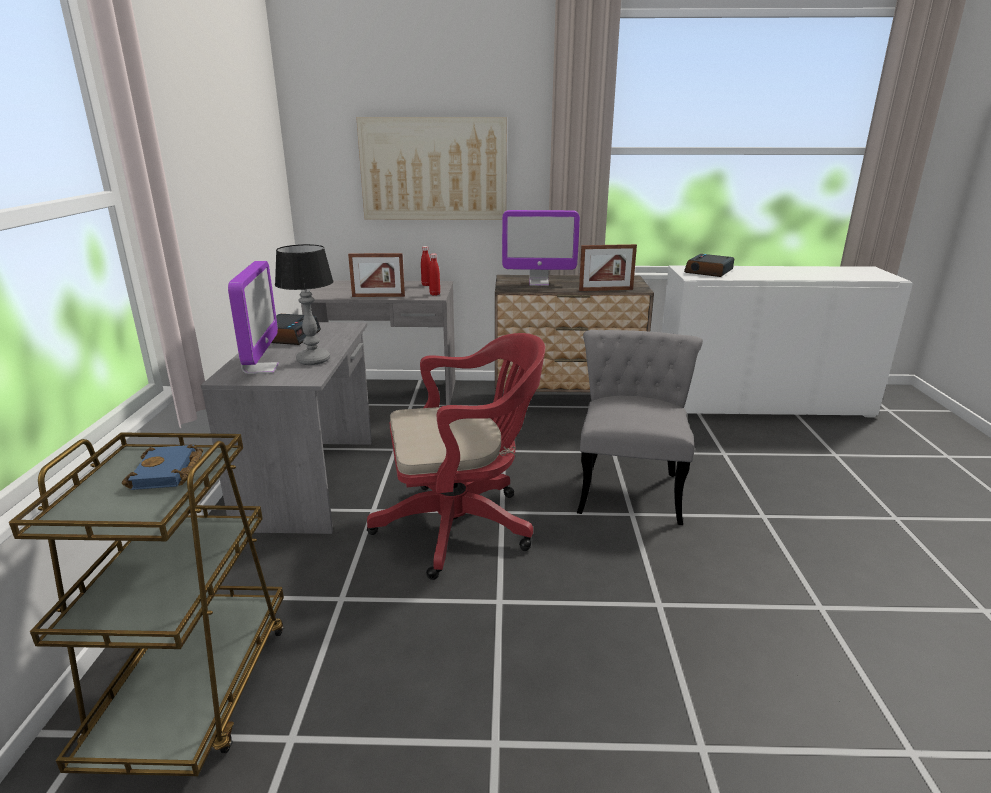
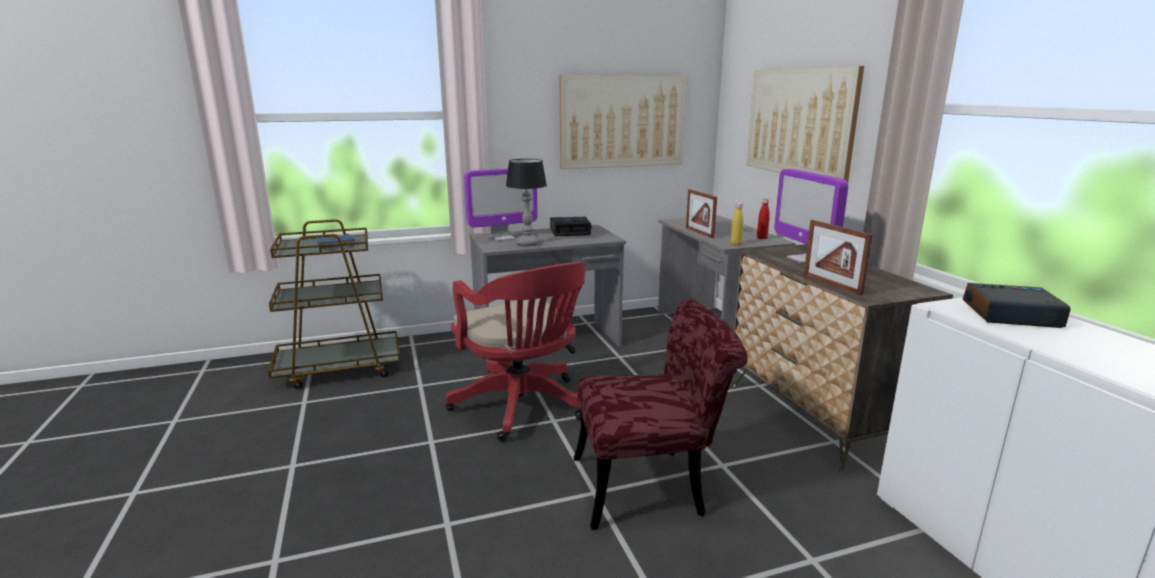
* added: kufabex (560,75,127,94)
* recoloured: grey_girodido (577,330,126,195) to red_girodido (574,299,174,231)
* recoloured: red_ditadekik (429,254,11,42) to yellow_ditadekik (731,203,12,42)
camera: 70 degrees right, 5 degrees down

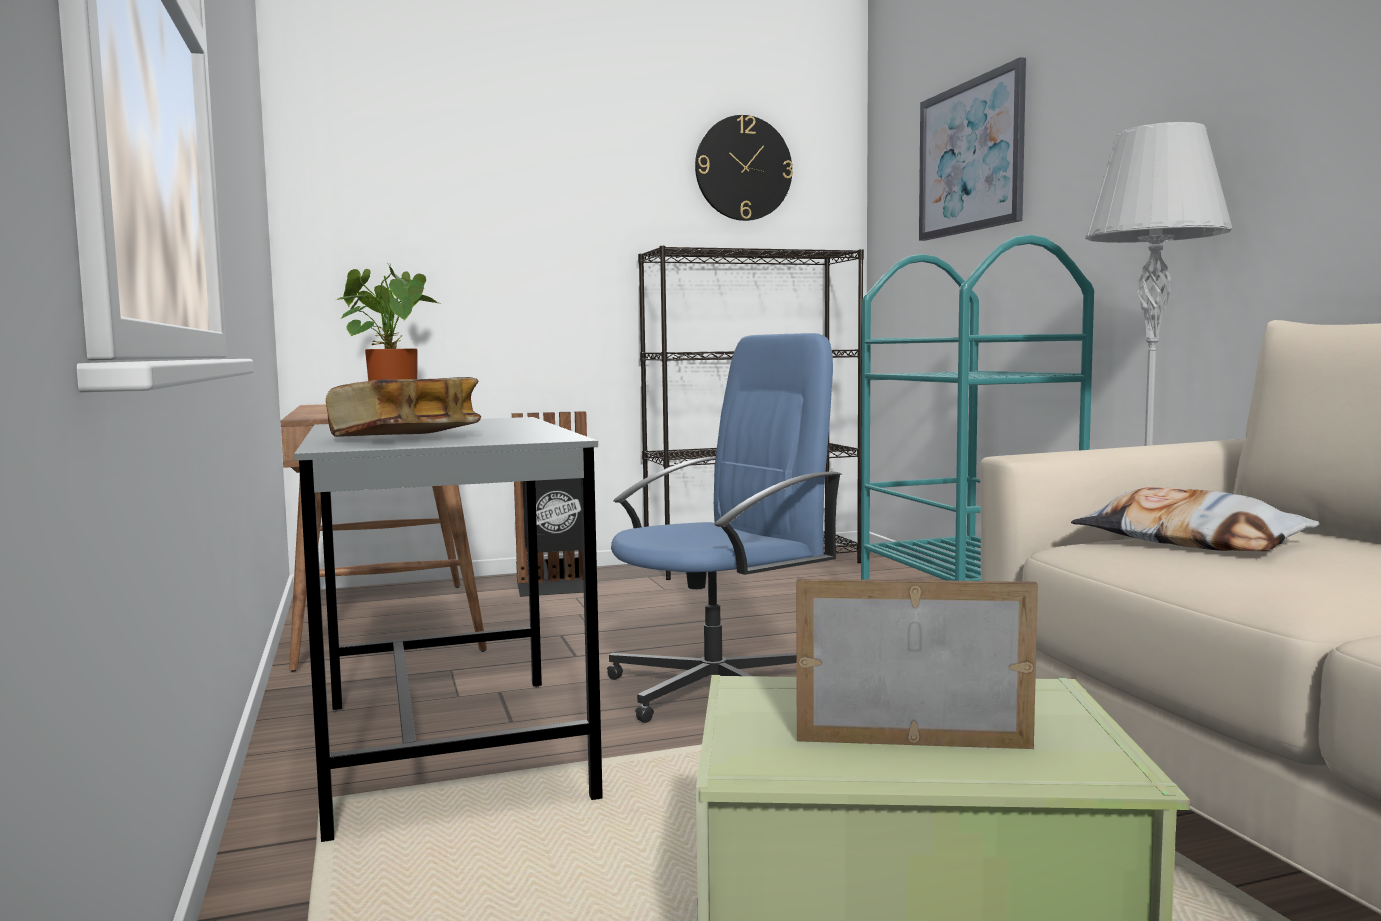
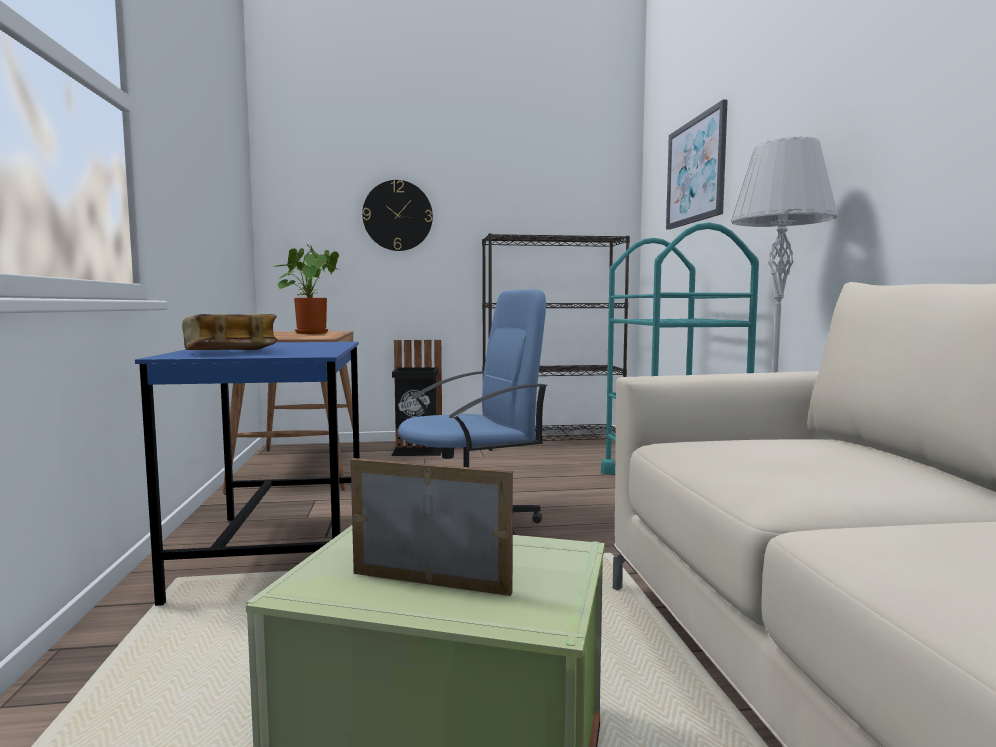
* recoloured: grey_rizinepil (294,417,309,425) to blue_rizinepil (135,342,225,264)
* moved: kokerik (695,115,98,106) to (362,180,71,71)
* removed: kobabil (1071,487,248,64)
camera: 10 degrees right, 0 degrees up

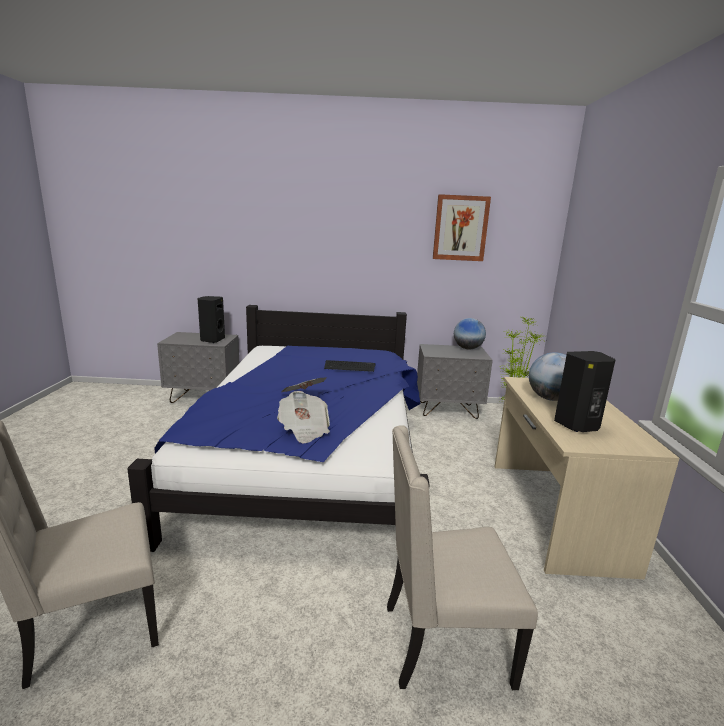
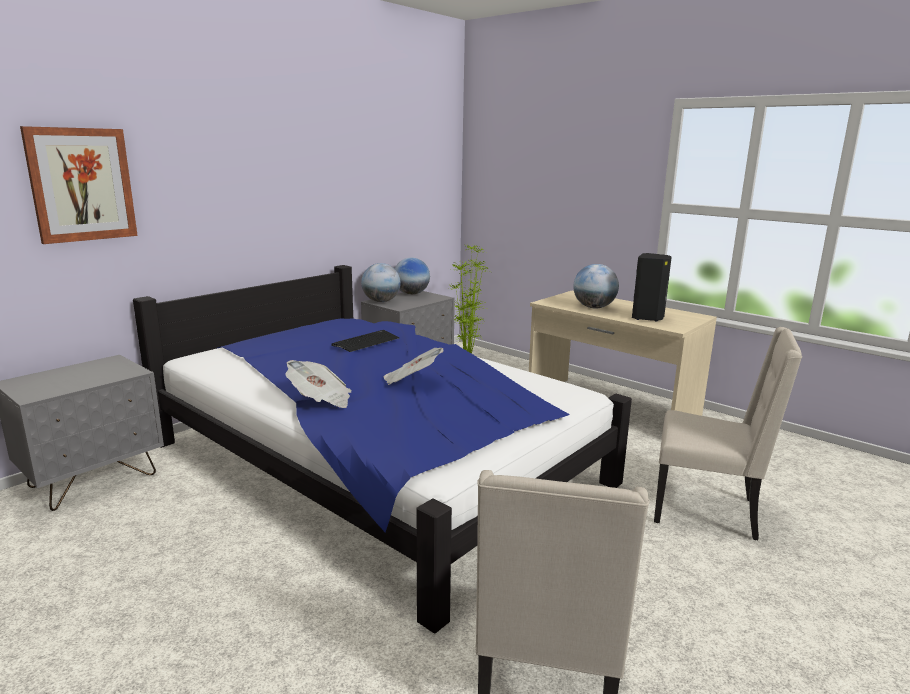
* moved: kufabex (433,194,58,67) to (20,126,118,118)
* moved: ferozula (277,391,53,53) to (286,360,65,48)
* added: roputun (361,263,40,39)
* turned: beige_girodido (387,425,151,265) = (654,327,148,213) 105 degrees counterclockwise
* removed: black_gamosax (198,296,27,47)
camera: 50 degrees left, 0 degrees up

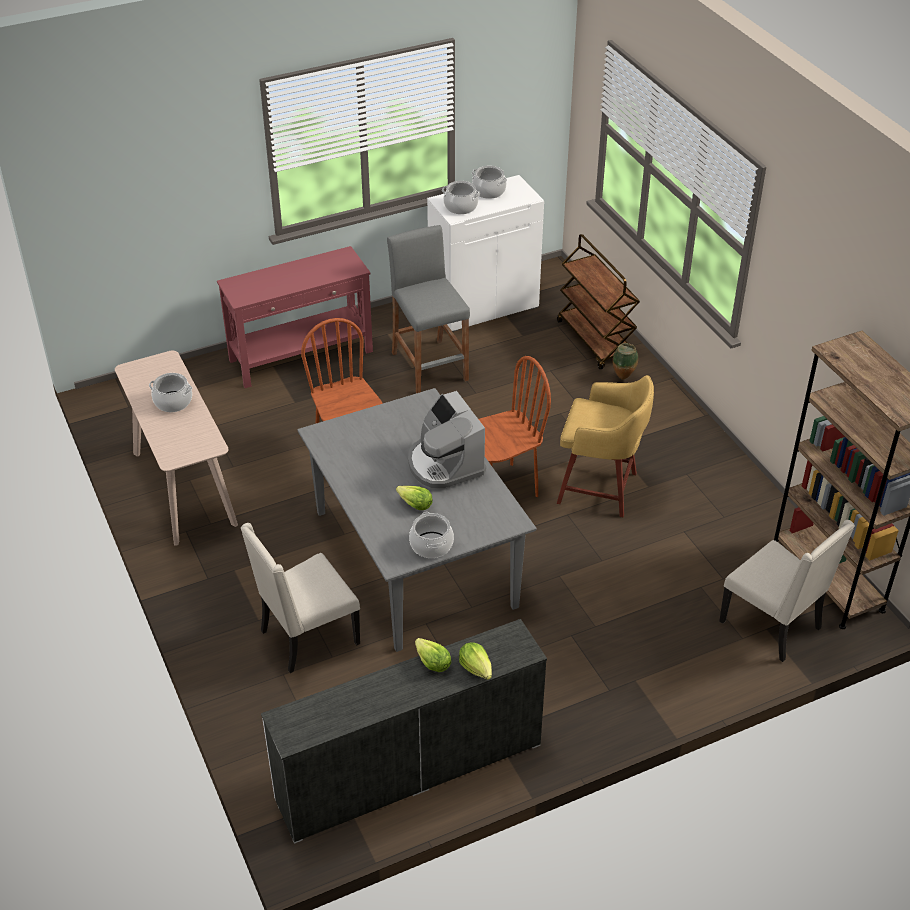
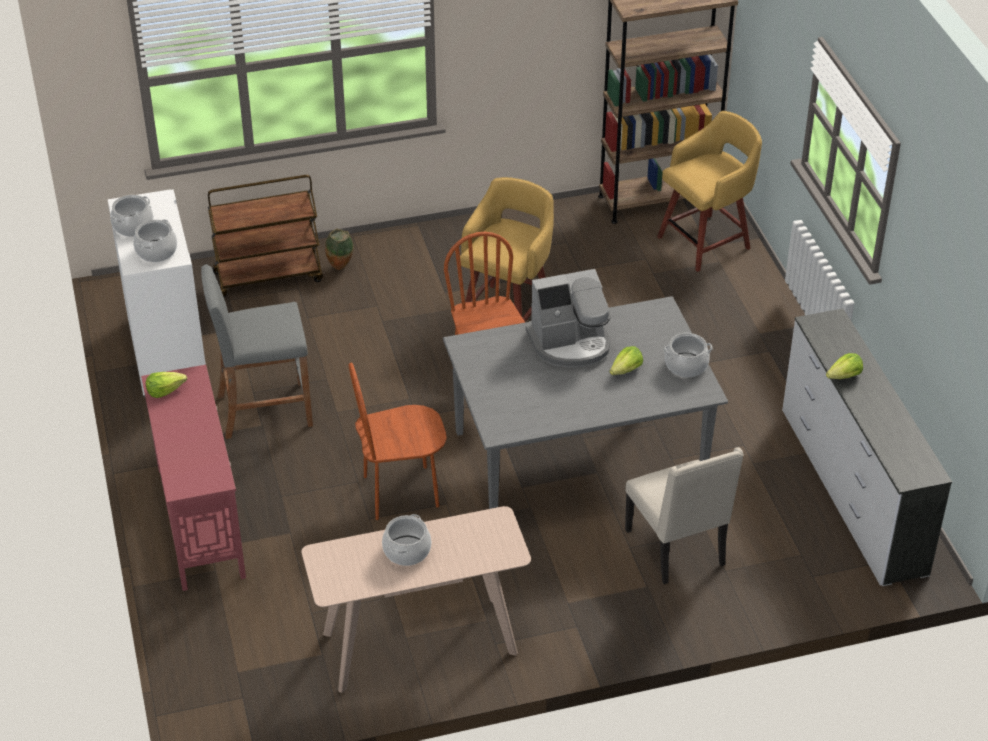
* moved: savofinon (459,642,33,38) to (146,372,41,26)
* replaced: beige_girodido (719,520,136,142) to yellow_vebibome (657,111,105,161)
camera: 80 degrees left, 0 degrees up

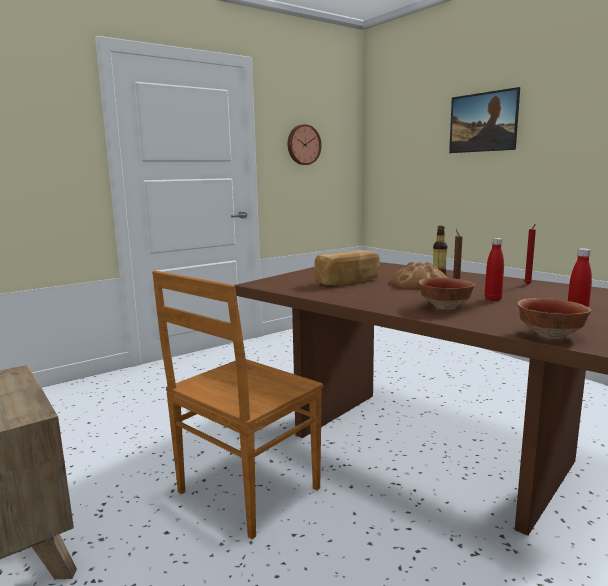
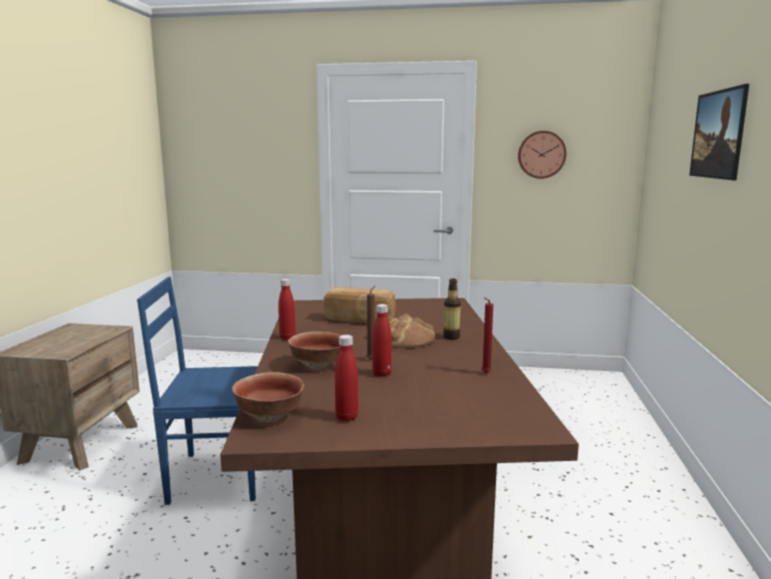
* recoloured: brown_girodido (152,271,171,268) to blue_girodido (137,277,121,228)
* added: red_ditadekik (278,279,18,61)
camera: 45 degrees right, 0 degrees up

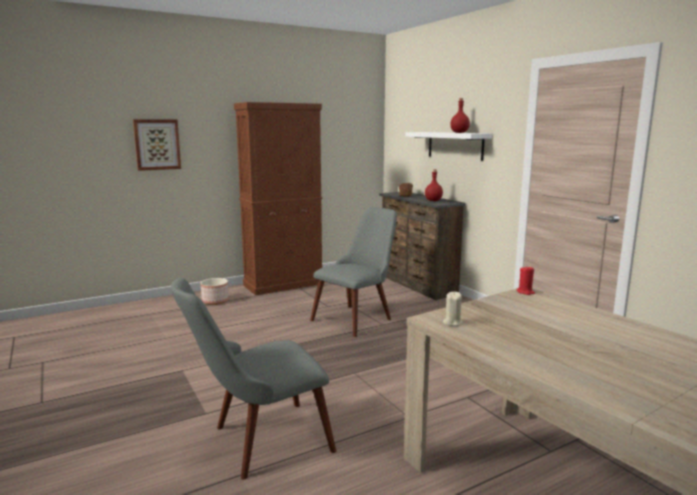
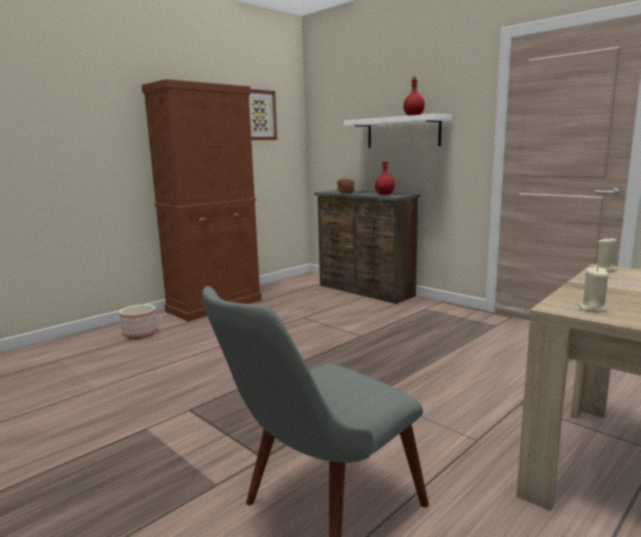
* moved: kufabex (133,119,48,52) to (249,89,28,51)
* recoloured: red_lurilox (517,266,18,29) to beige_lurilox (593,237,25,34)
* removed: grey_girodido (310,207,87,130)
camera: 15 degrees left, 0 degrees up

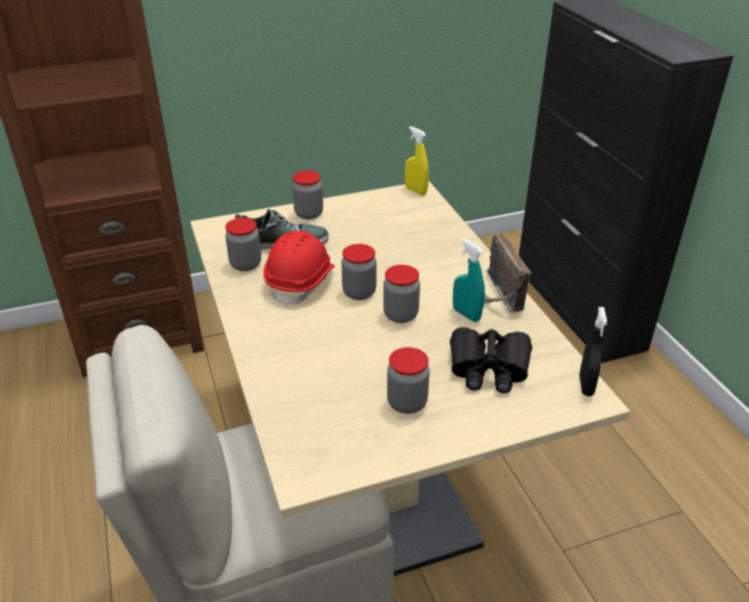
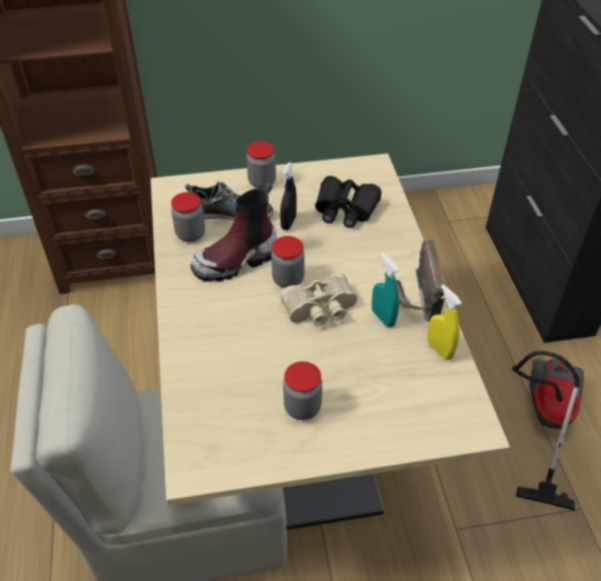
* replaced: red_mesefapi (263,231,72,76) to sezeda (190,182,87,100)
* replaced: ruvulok (383,265,37,58) to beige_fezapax (279,273,78,53)
* moved: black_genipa (580,307,27,89) to (280,162,17,68)
* moved: black_fezapax (450,327,82,66) to (315,176,67,52)
* moved: yellow_genipa (405,126,24,69) to (427,285,35,75)
* added: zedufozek (512,351,72,160)
camera: 10 degrees right, 10 degrees up

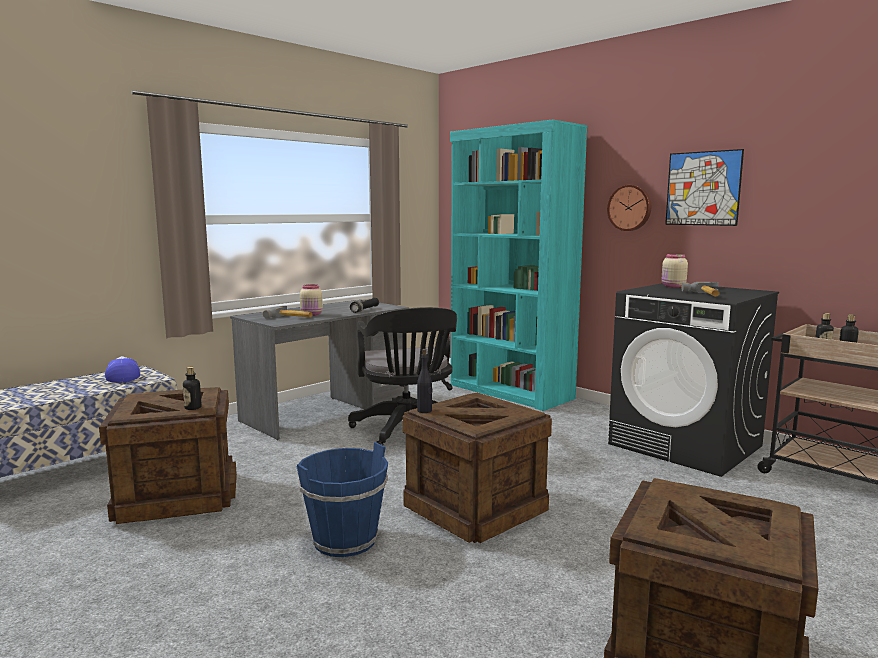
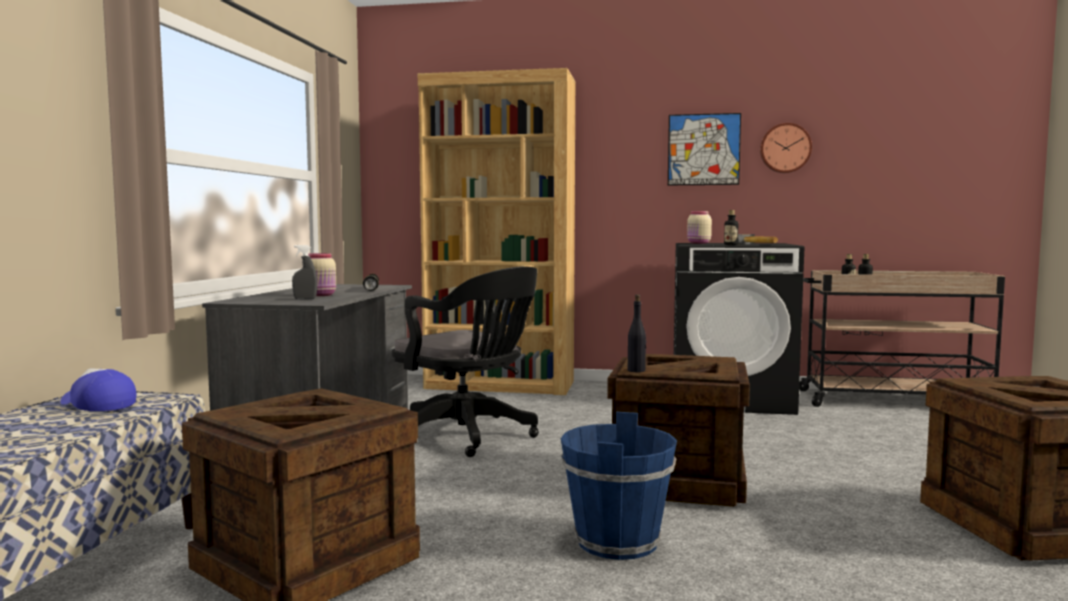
* replaced: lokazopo (263,306,49,12) to grey_genipa (292,245,25,54)
* recoloured: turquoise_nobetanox (450,120,137,291) to brown_nobetanox (418,68,157,327)
* moved: ditadekik (183,367,19,43) to (724,210,14,35)
* moved: kokerik (607,185,44,46) to (760,123,52,50)
camera: 35 degrees left, 5 degrees down

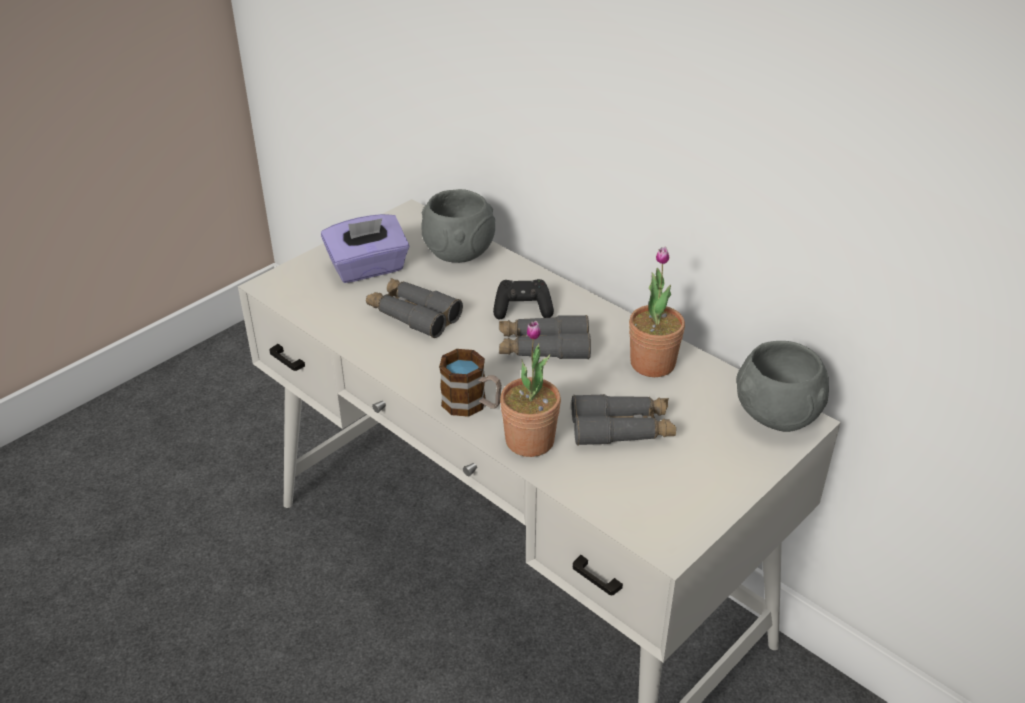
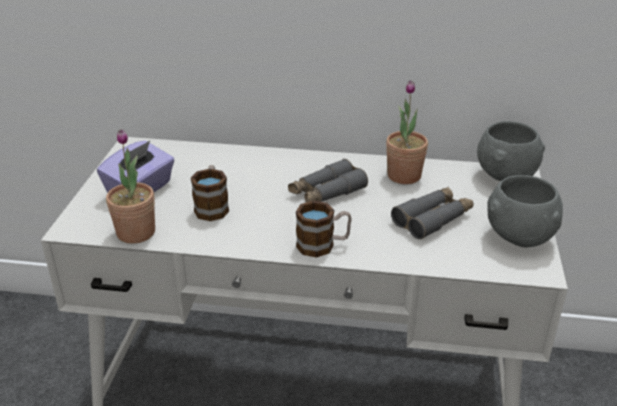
* moved: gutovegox (500,321,61,136) to (106,129,49,115)
* replaced: grey_fezapax (366,278,97,60) to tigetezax (191,165,38,56)
* moved: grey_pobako (421,189,74,74) to (487,175,76,73)
* removed: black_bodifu (493,279,61,40)
camera: 35 degrees left, 5 degrees down

